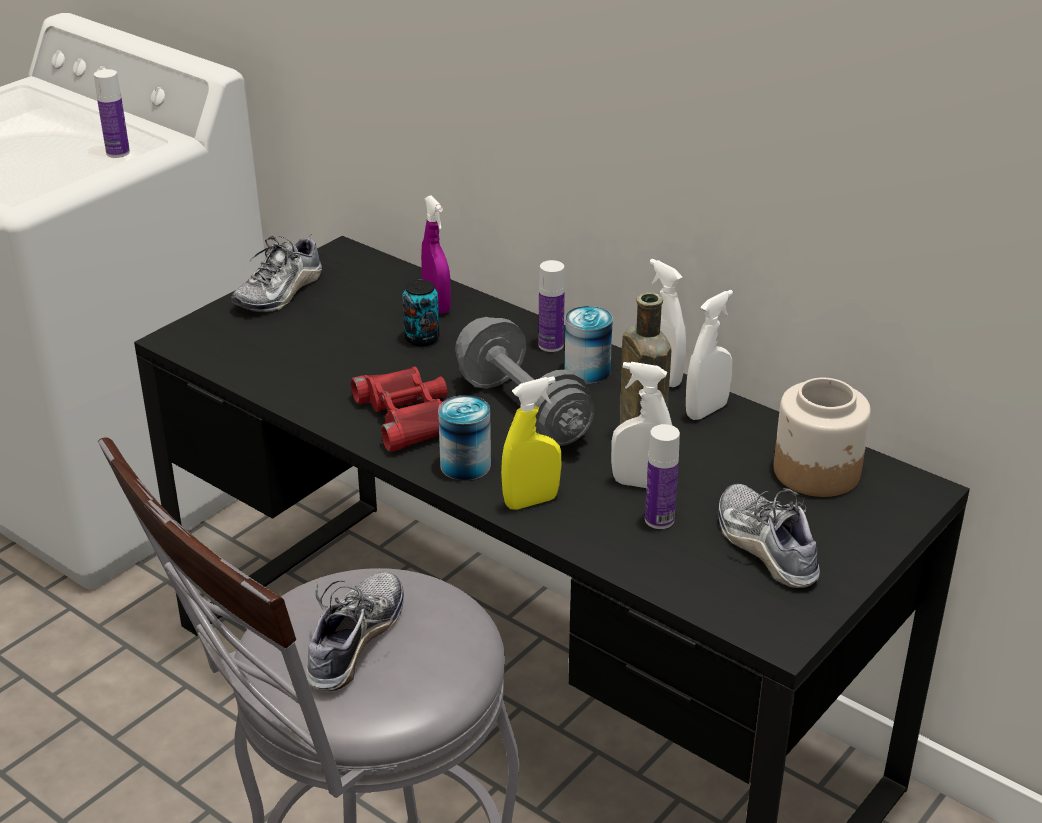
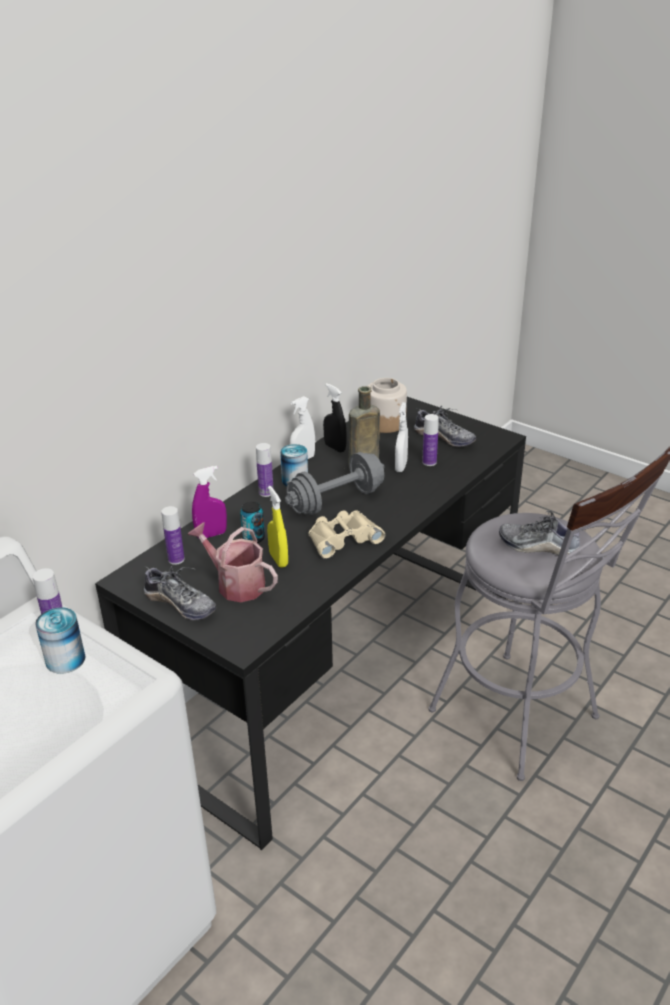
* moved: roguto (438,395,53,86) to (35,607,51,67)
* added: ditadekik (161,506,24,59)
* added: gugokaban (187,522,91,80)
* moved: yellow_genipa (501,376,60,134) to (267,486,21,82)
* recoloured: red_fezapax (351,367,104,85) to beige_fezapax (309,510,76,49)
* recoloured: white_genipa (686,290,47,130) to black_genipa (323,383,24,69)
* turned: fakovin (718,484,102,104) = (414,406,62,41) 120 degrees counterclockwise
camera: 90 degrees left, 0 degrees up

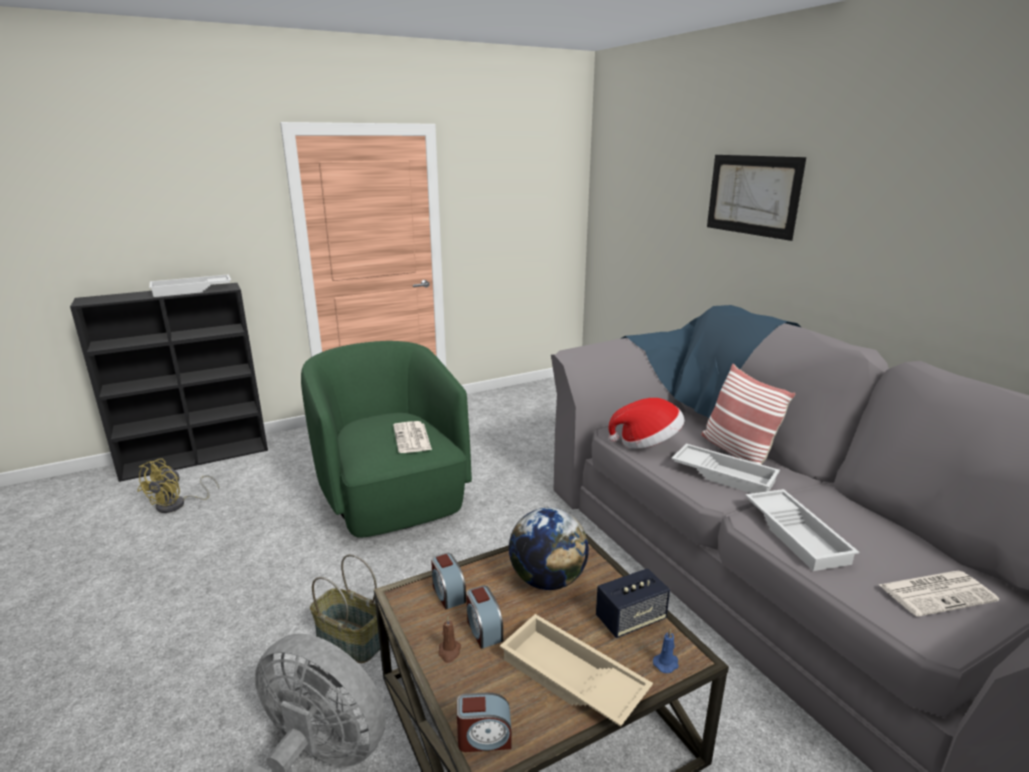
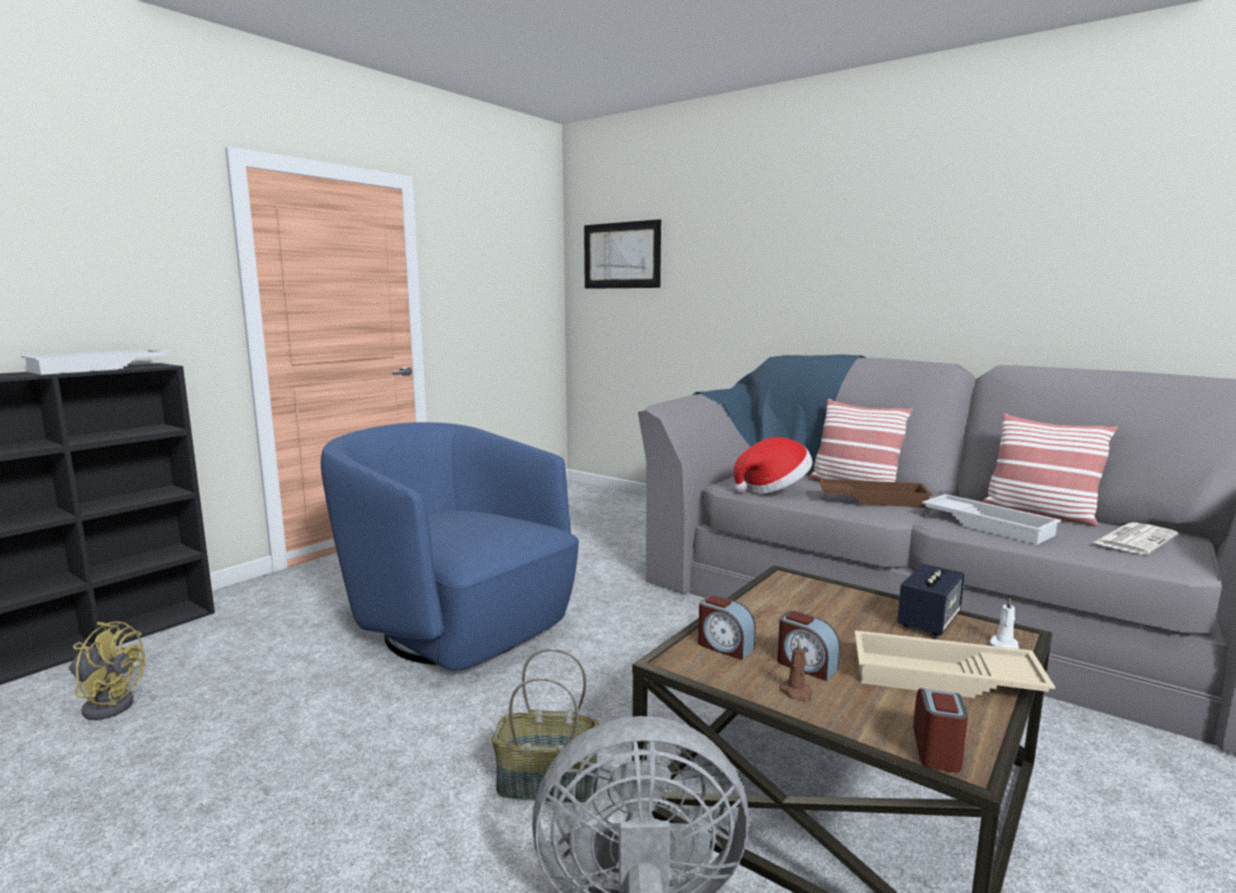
* turned: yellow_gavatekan (137,458,82,55) = (68,622,77,98) 75 degrees counterclockwise
* recoloured: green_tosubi (301,341,171,197) to blue_tosubi (321,422,258,249)
* moved: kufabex (707,155,99,86) to (584,219,77,70)
* recoloured: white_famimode (671,444,109,49) to brown_famimode (819,479,113,29)
* turned: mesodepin (457,693,55,59) = (913,688,55,84) 45 degrees counterclockwise
* added: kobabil (982,413,136,113)
* recoloured: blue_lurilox (653,628,26,45) to white_lurilox (989,597,30,52)
* removed: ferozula (393,421,39,32)
* removed: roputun (509,508,80,82)
camera: 25 degrees left, 10 degrees down

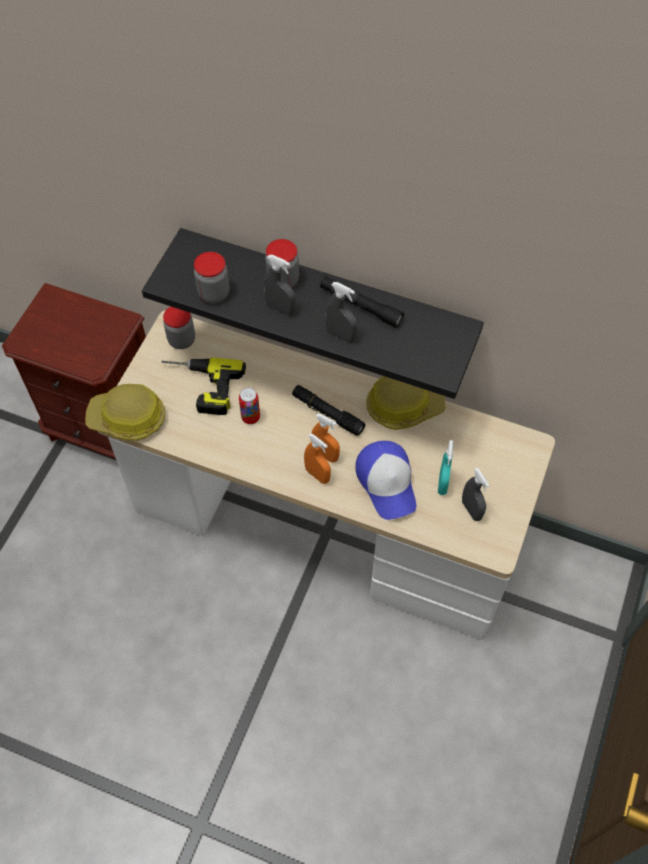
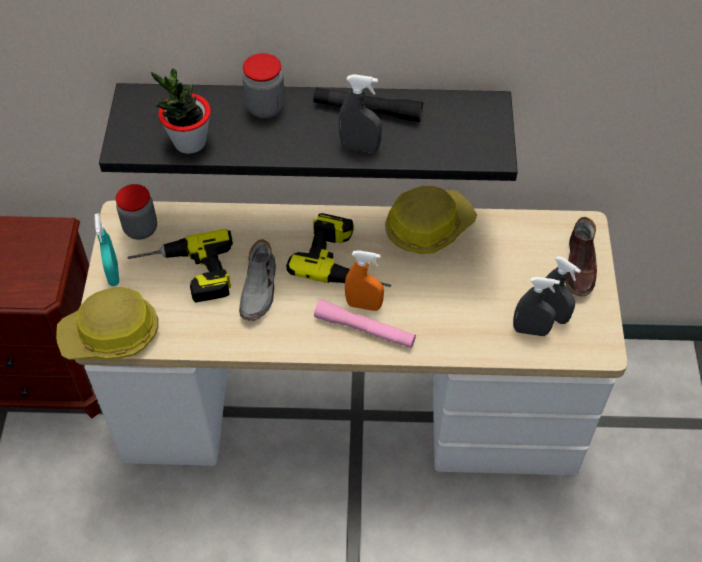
* moved: turquoise_genipa (438,440,16,55) to (94,214,25,72)
* replaced: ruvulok (194,252,36,51) to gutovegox (151,68,60,86)
* replaced: roguto (239,387,21,37) to grey_fakovin (239,239,37,82)
* replaced: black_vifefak (292,385,73,51) to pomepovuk (286,213,105,74)
* replaced: orange_genipa (304,433,27,51) to pink_vifefak (314,299,102,49)
* moved: grey_genipa (264,255,31,61) to (513,277,47,59)
* added: brown_fakovin (565,217,32,79)
* removed: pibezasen (355,441,61,79)
camera: 20 degrees left, 5 degrees down

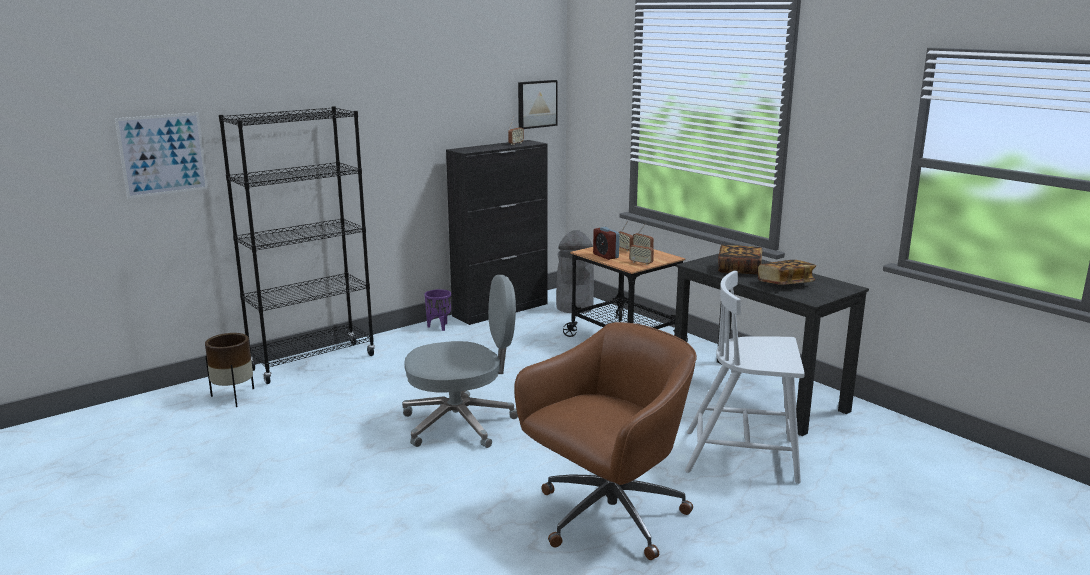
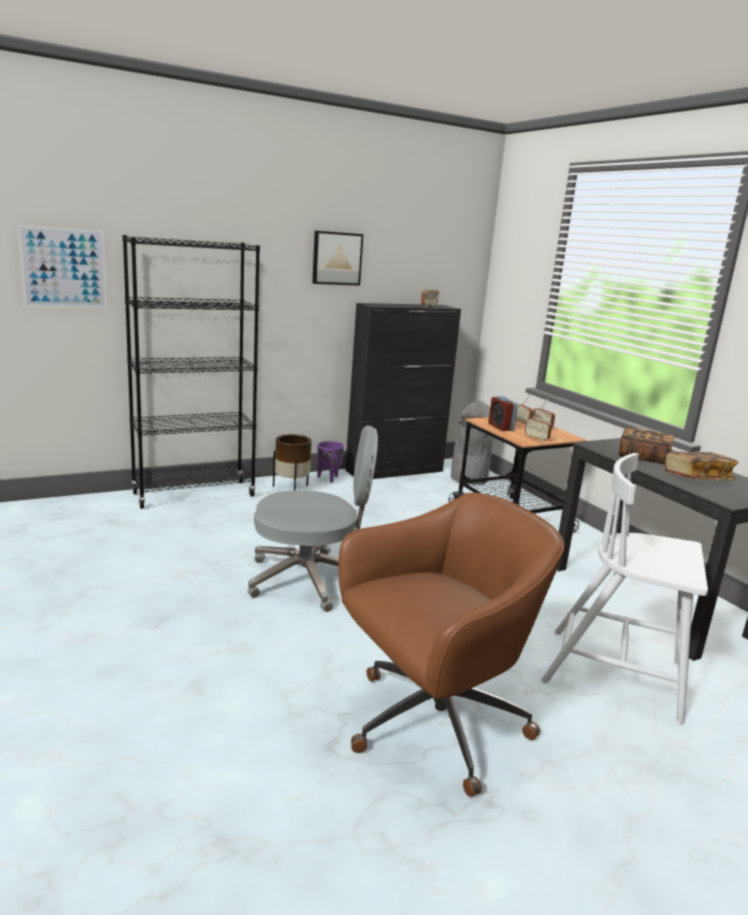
* moved: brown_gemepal (205,333,49,74) to (273,434,39,57)
* moved: kufabex (518,80,40,49) to (312,231,51,55)
camera: 10 degrees right, 0 degrees up

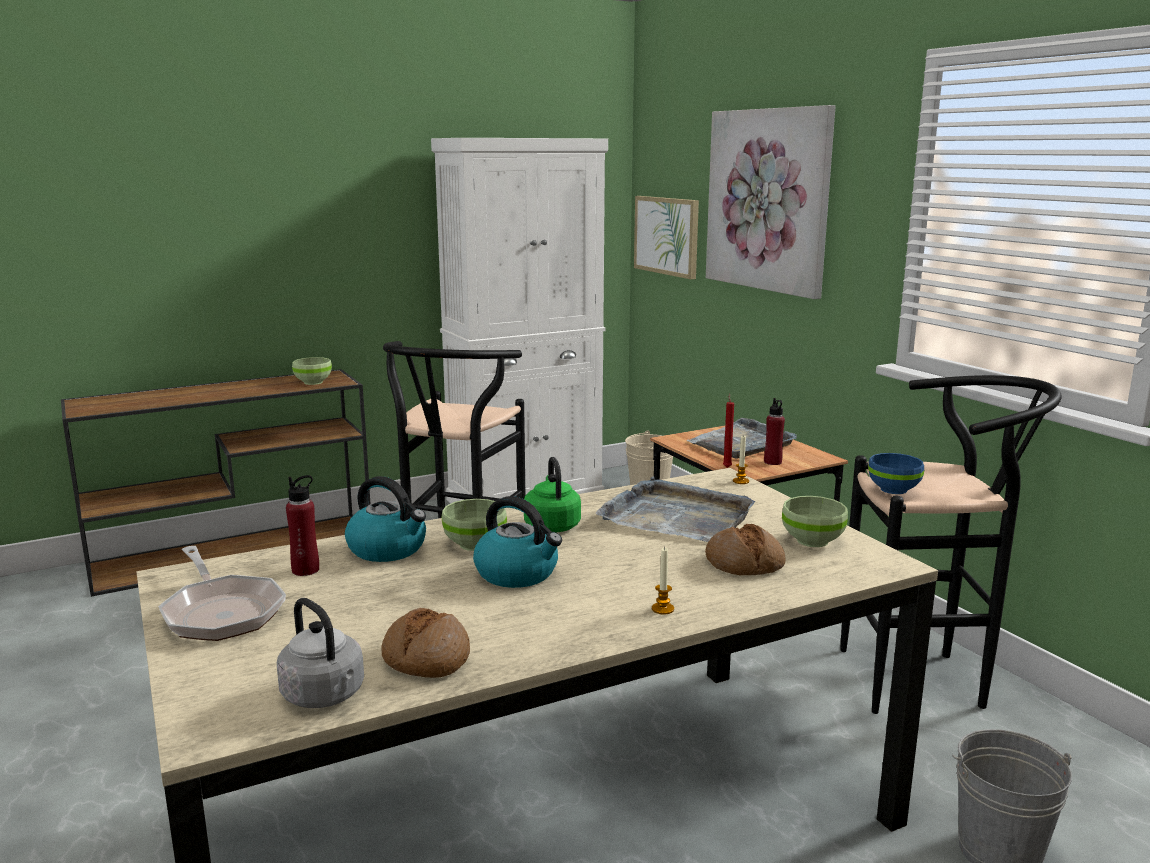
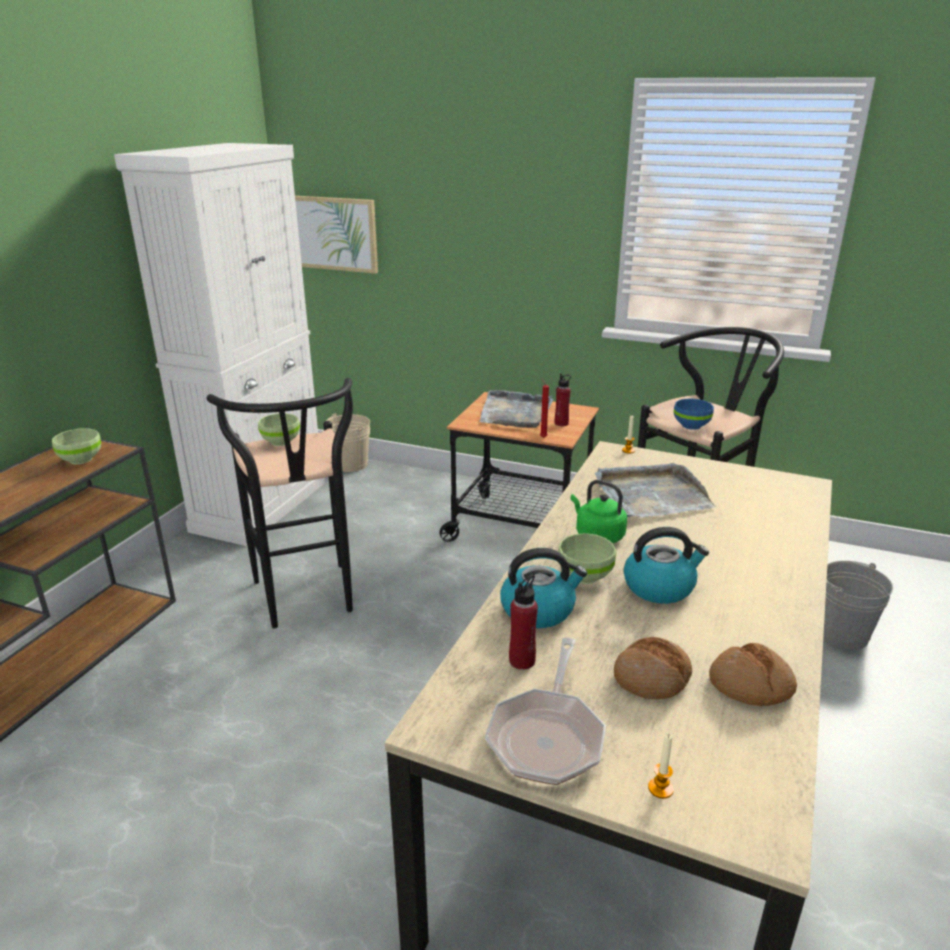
* moved: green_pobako (782,496,66,51) to (258,413,42,33)
* turned: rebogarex (158,546,128,95) = (485,638,121,147) 90 degrees clockwise
* moved: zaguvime (705,524,81,52) to (614,637,78,62)
* moved: lurilox (652,548,22,66) to (648,733,26,66)
* removed: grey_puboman (277,598,87,110)
* removed: kufabex (706,105,130,194)
camera: 40 degrees left, 10 degrees up

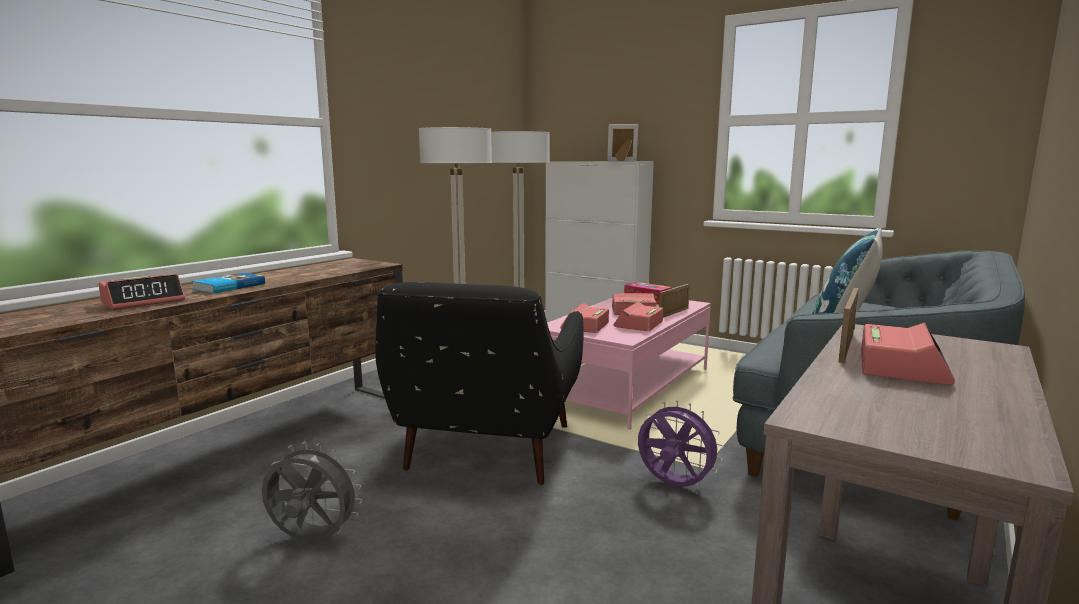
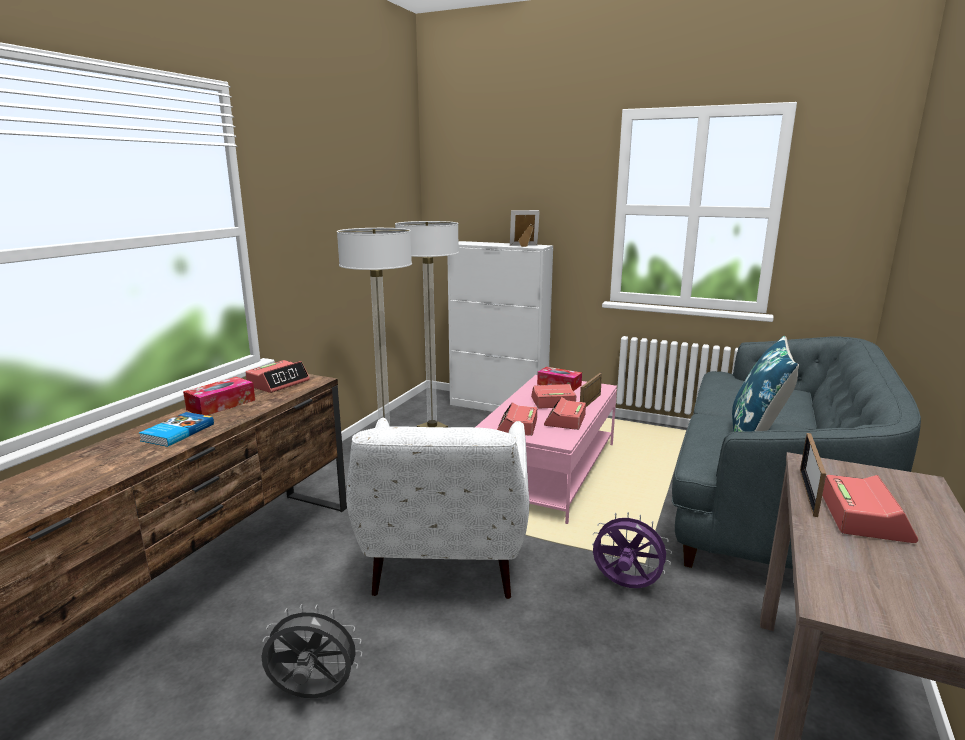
* added: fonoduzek (183,377,72,39)
* moved: mesodepin (98,274,87,36) to (245,360,65,33)
* recoloured: black_tosubi (375,282,209,203) to white_tosubi (346,417,183,182)
camera: 10 degrees left, 5 degrees up

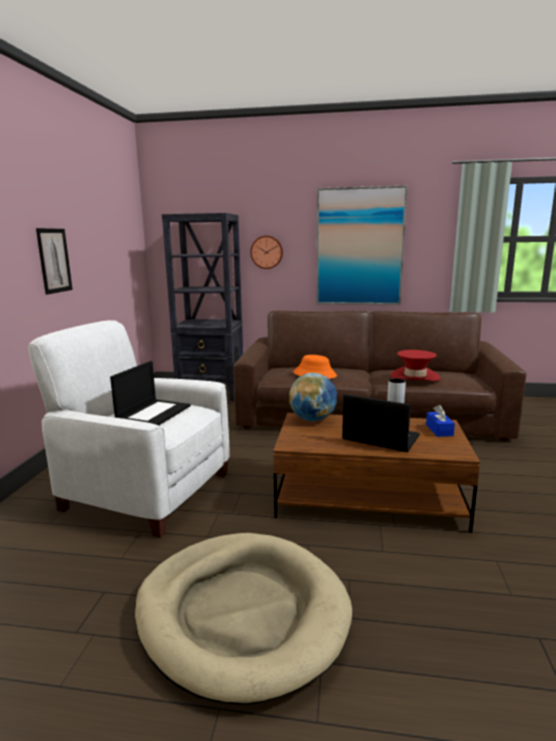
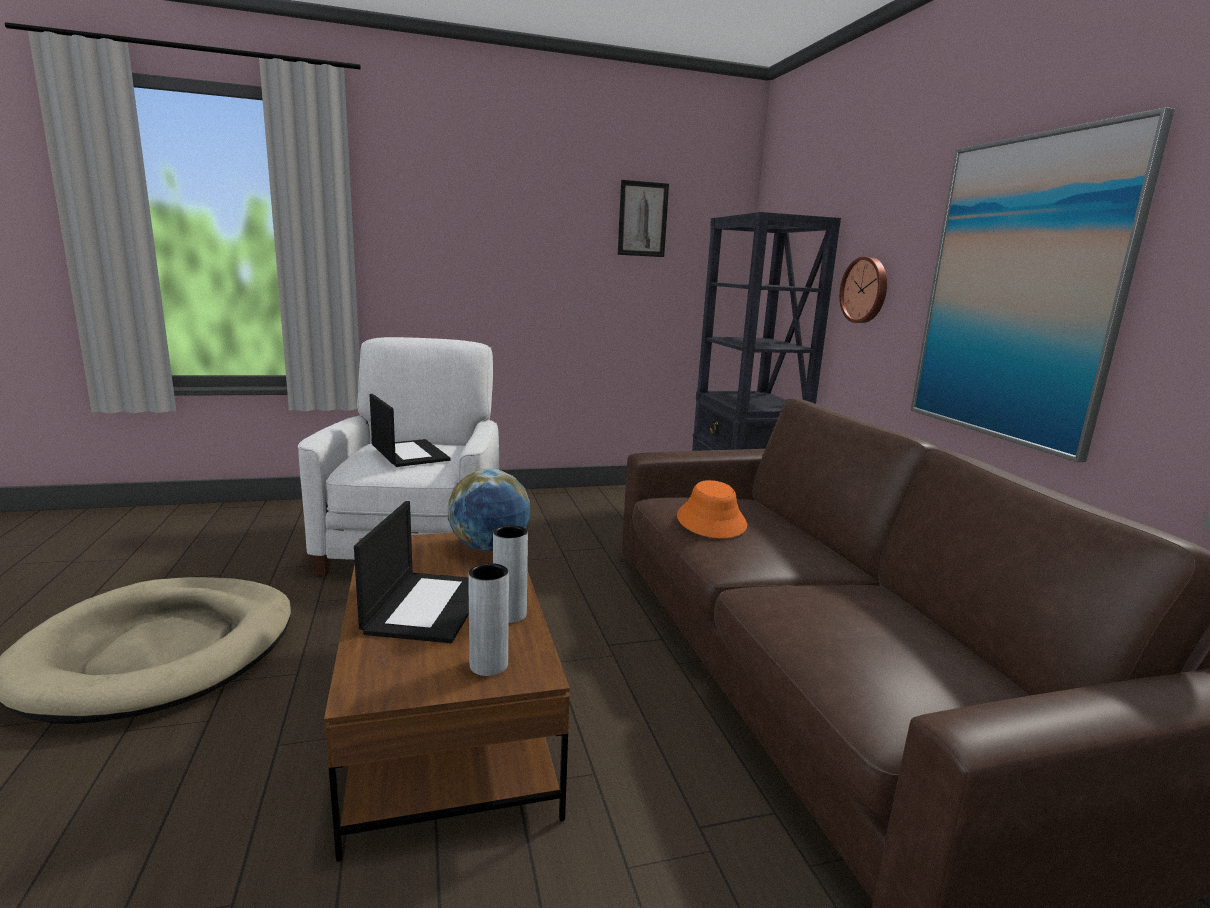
* turned: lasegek (110,361,81,64) = (370,394,81,73) 120 degrees counterclockwise
* replaced: blue_fonoduzek (426,405,29,32) to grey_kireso (468,563,41,113)
* moved: kufabex (36,228,37,67) to (618,180,51,77)
* removed: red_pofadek (390,350,51,31)
camera: 65 degrees right, 0 degrees up

